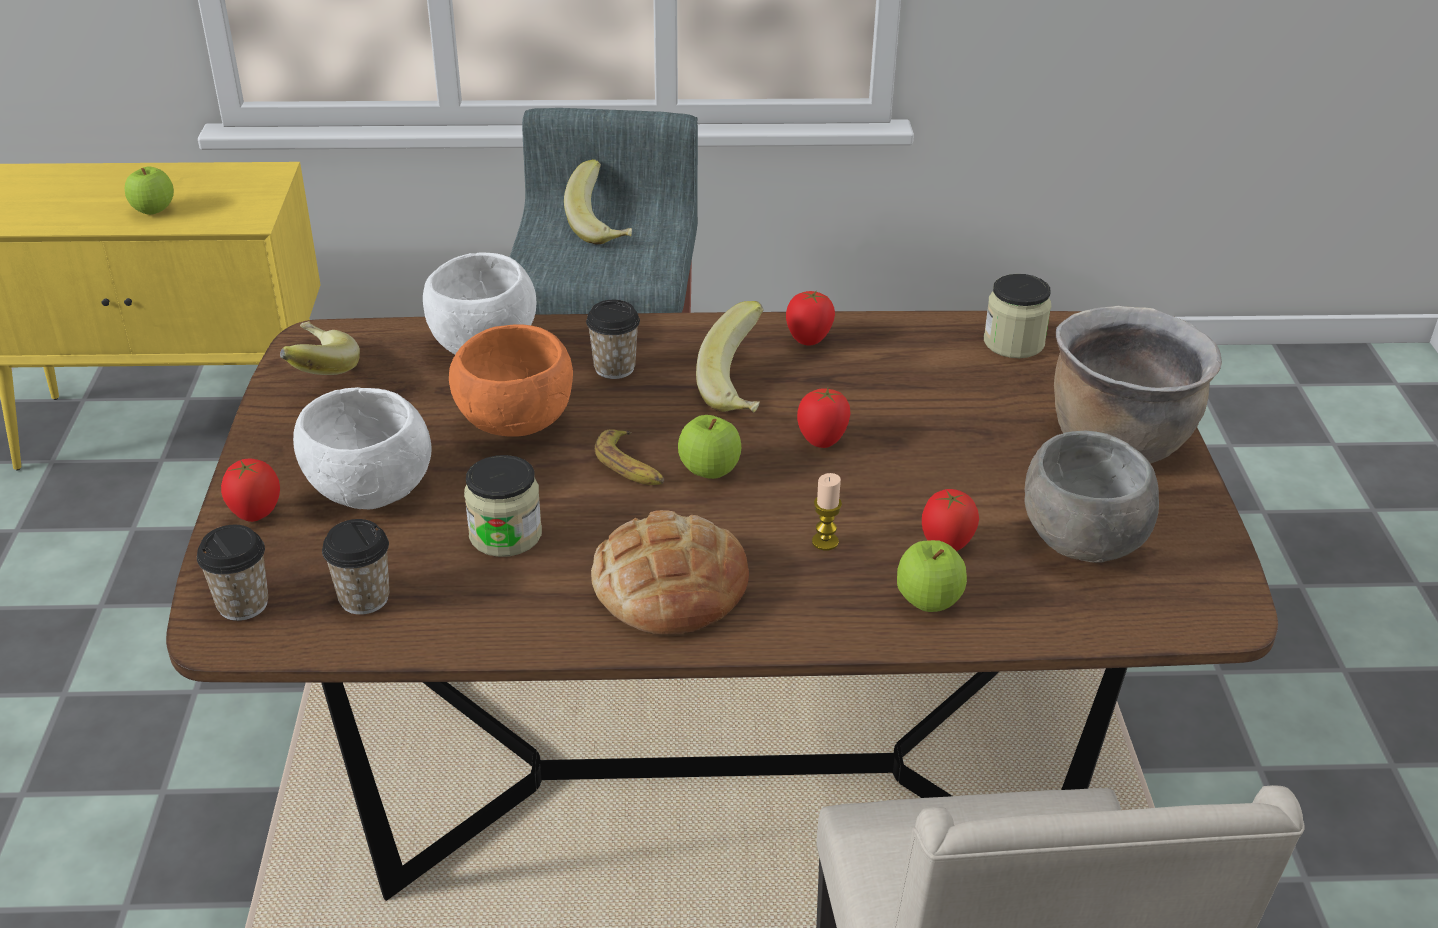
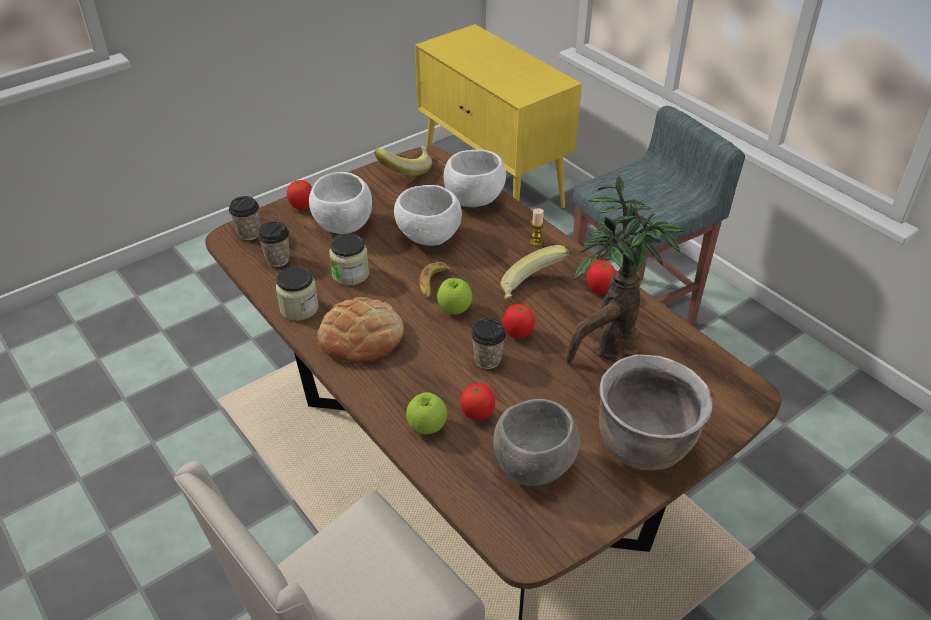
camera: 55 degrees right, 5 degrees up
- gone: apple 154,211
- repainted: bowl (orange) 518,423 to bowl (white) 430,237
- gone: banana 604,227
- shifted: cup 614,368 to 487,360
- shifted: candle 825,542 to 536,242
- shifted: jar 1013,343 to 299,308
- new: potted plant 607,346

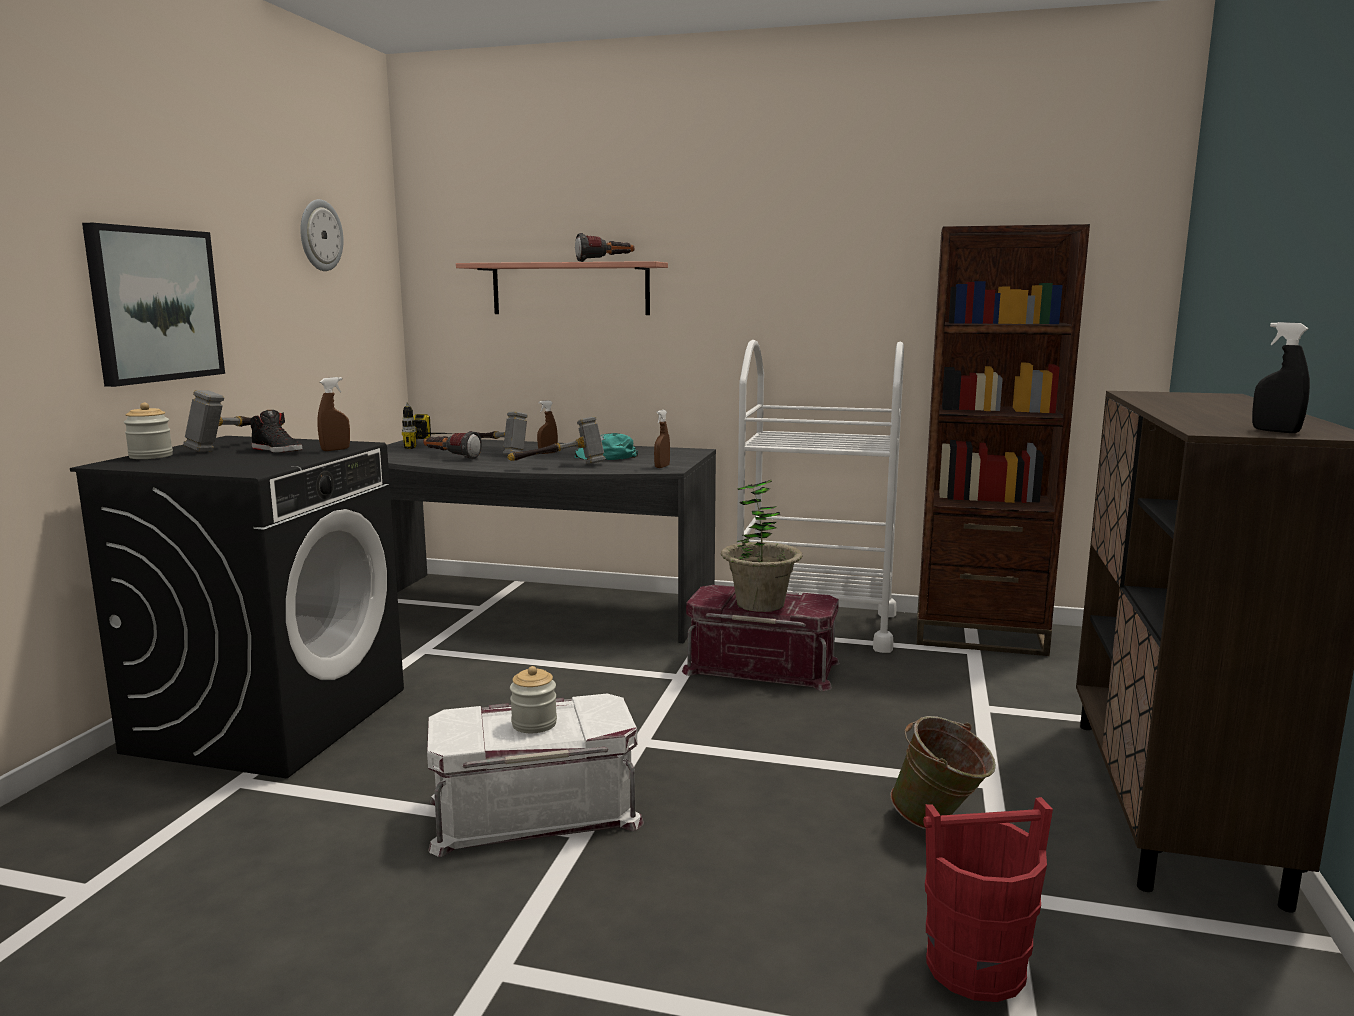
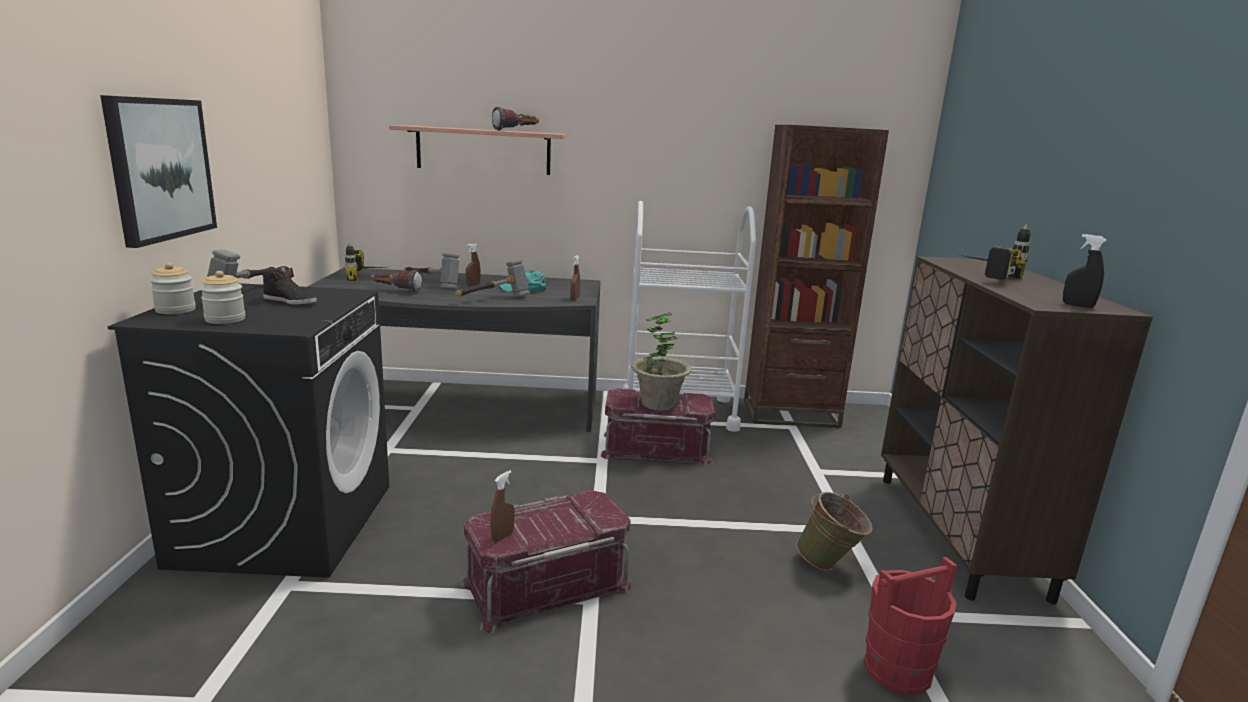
camera: 15 degrees left, 5 degrees up
- gone: wall clock 320,235
- shifted: spray bottle (brown) 335,449 to 502,536
- repainted: storage box (white) 534,810 to storage box (red) 546,584
- shifted: jar 534,724 to 225,319
- new: power drill 983,276

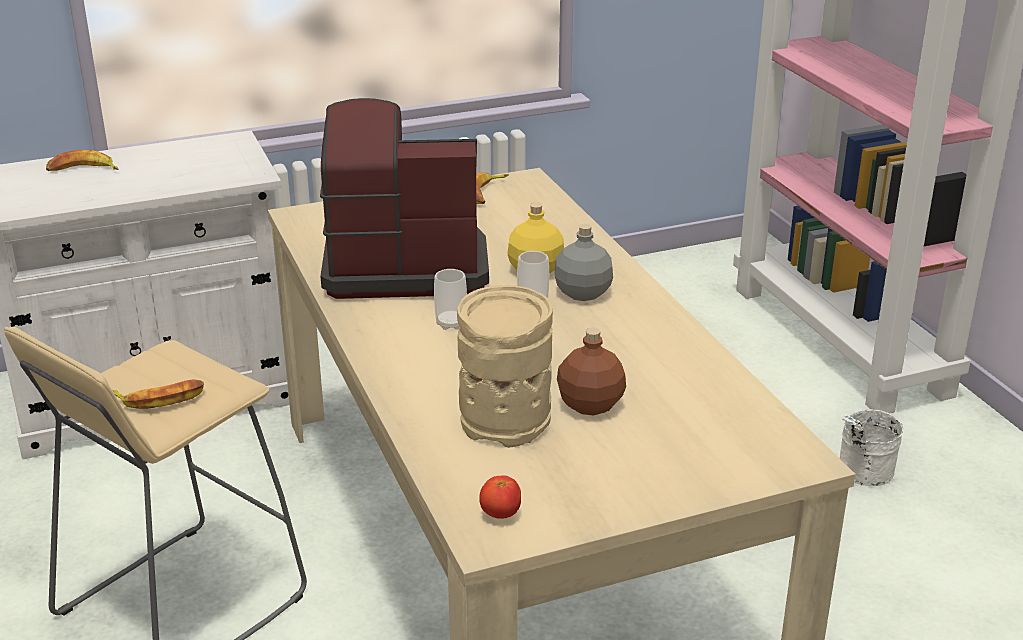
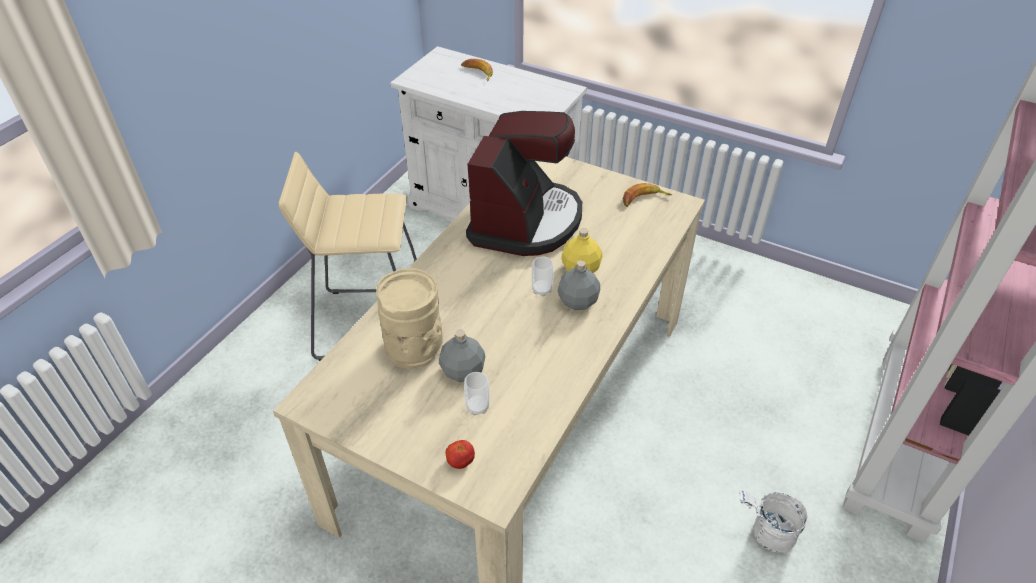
camera: 50 degrees right, 15 degrees up
- gone: banana 160,399
- rotated: coffee machine 404,266 = 525,221 60 degrees clockwise
- shifted: cup 451,323 to 477,407
- shifted: tomato 500,514 to 460,461
- repainted: bottle (brown) 590,405 to bottle (grey) 462,371

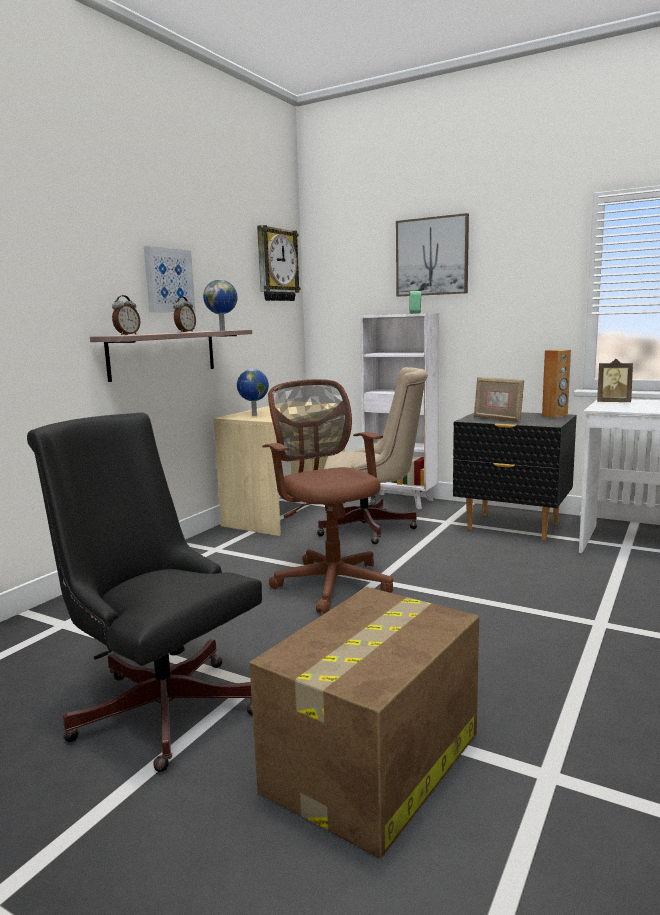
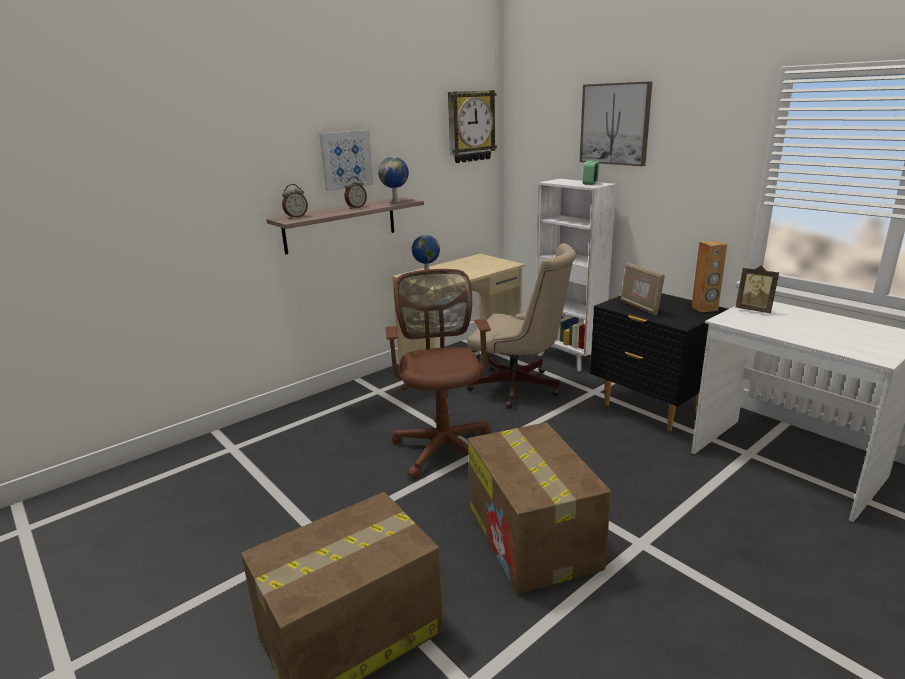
camera: 20 degrees right, 10 degrees up
- gone: office chair (black) 159,704
- new: cardboard box 533,538

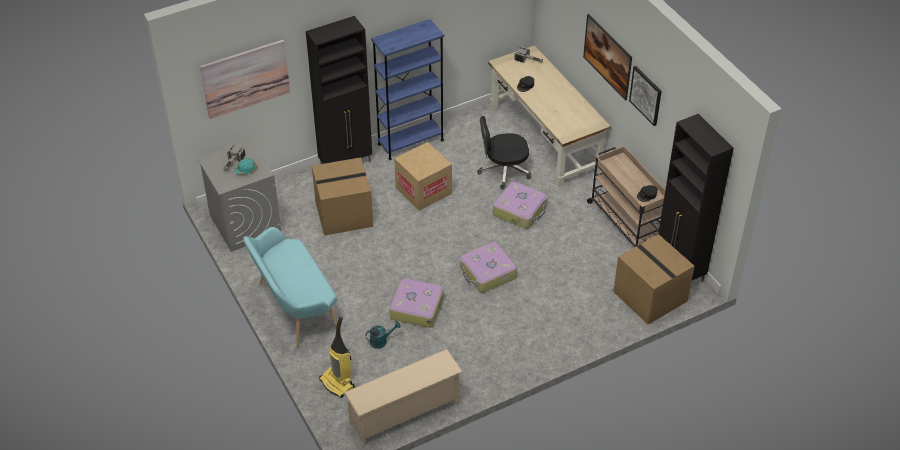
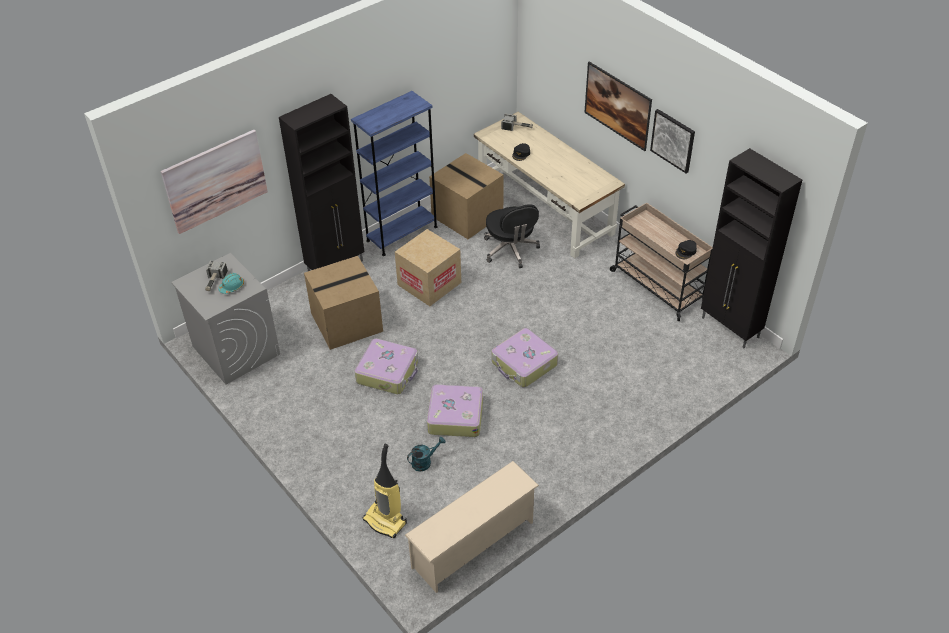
camera: 10 degrees left, 0 degrees up
- gone: bench (turquoise) 294,309
- rotated: office chair (black) 503,171 = 510,250 90 degrees counterclockwise
- shifted: suitcase 520,210 to 388,372
- shifted: cardboard box 649,296 to 466,215

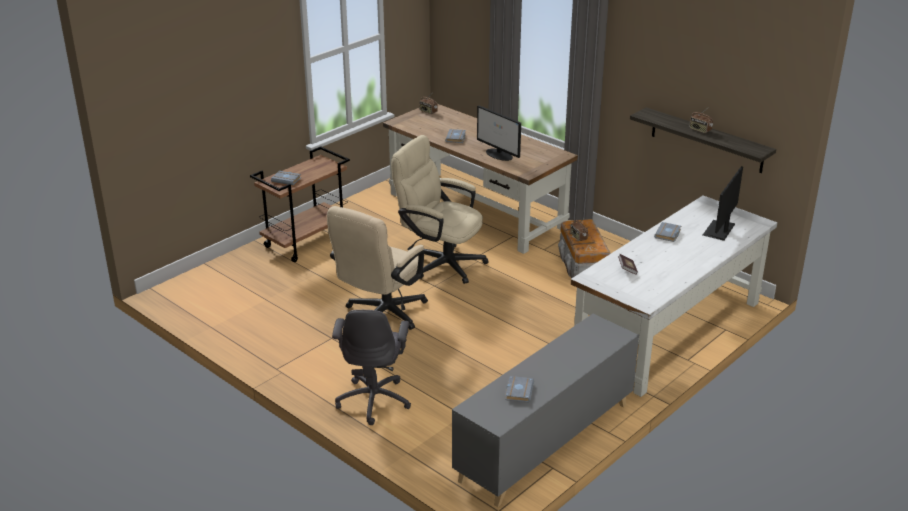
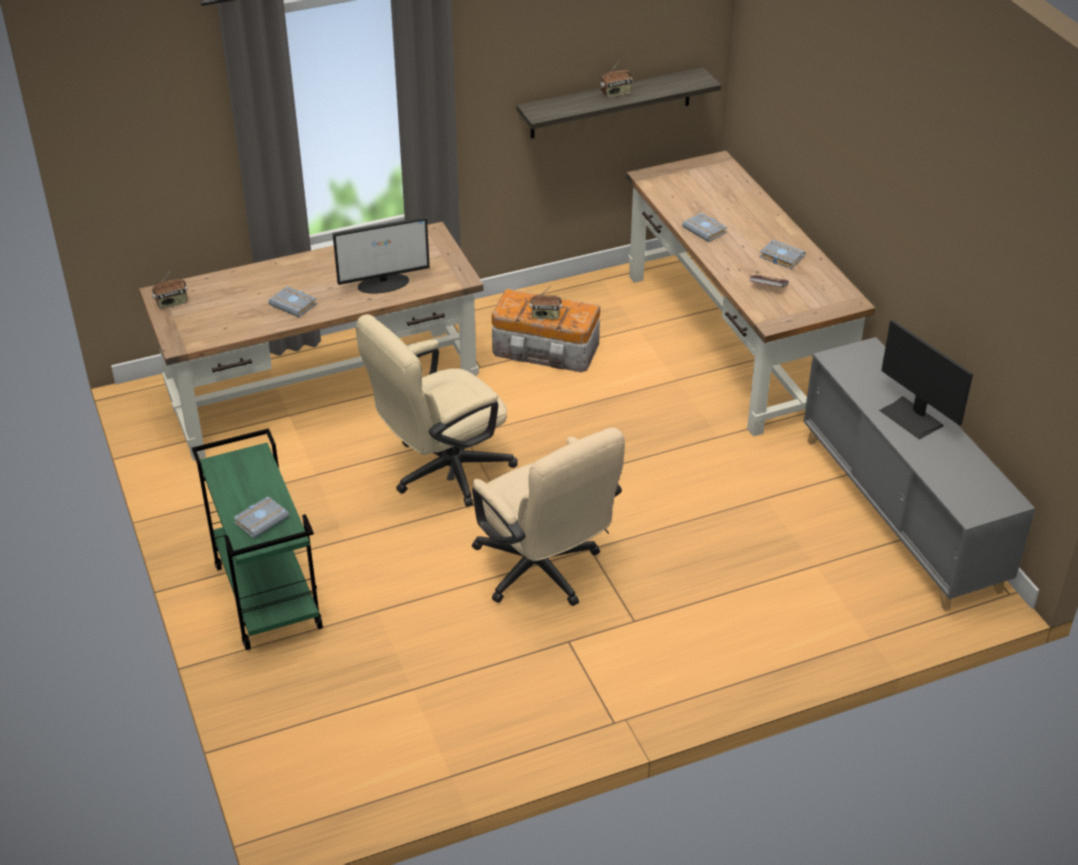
camera: 65 degrees left, 10 degrees up
- repainted: cart (brown) 306,241 to cart (green) 266,596
- gone: office chair (grey) 374,400
- shifted: book (grey) 518,391 to 780,257
- repainted: desk (white) 668,332 to desk (brown) 735,340
- shifted: monitor 719,230 to 912,418

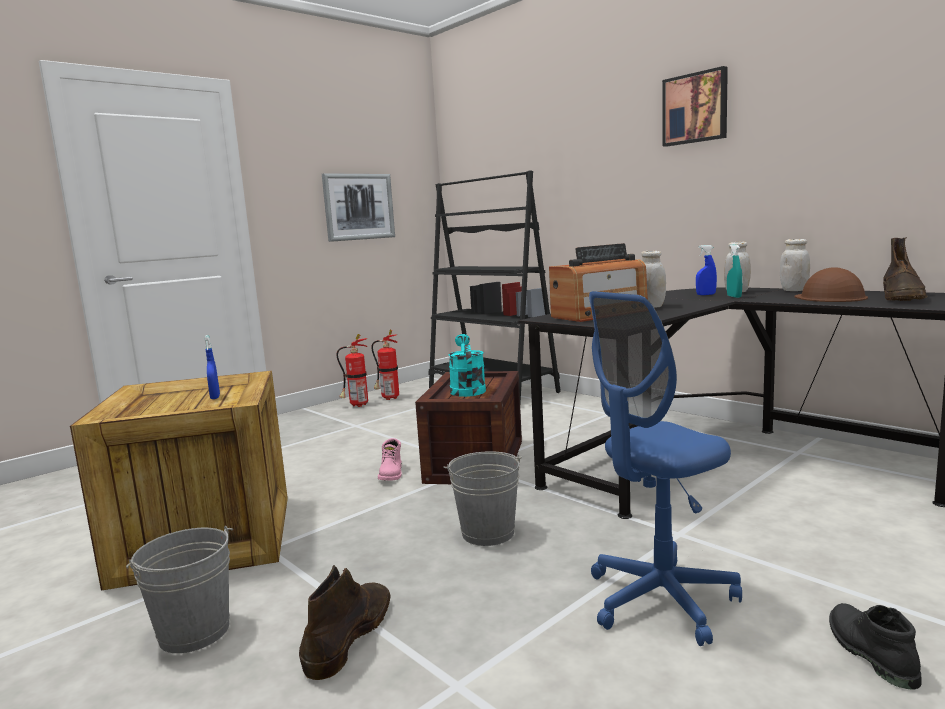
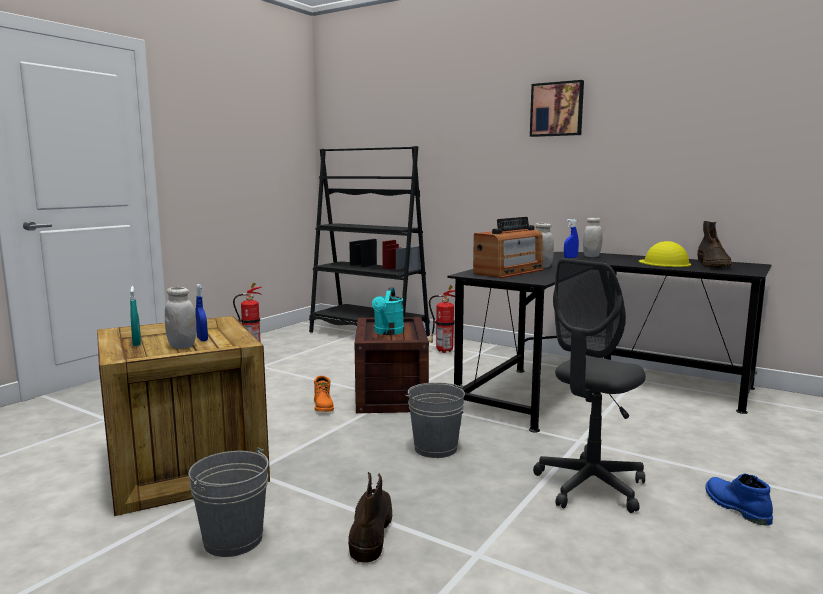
camera: 15 degrees left, 0 degrees up
- gone: picture 359,207
- shifted: fire extinguisher 388,398 to 442,351
- repainted: boot (pink) 392,474 to boot (orange) 323,406
- rotated: watering can (turquoise) 467,389 = 388,332 150 degrees counterclockwise
- repainted: office chair (blue) 660,601 to office chair (grey) 590,486
- shifted: spray bottle (turquoise) 734,296 to 137,344
- shifted: jar (white) 794,290 to 182,346
- repainted: hard hat (brown) 830,297 to hard hat (yellow) 664,263
- repainted: boot (black) 869,653 to boot (blue) 735,507

